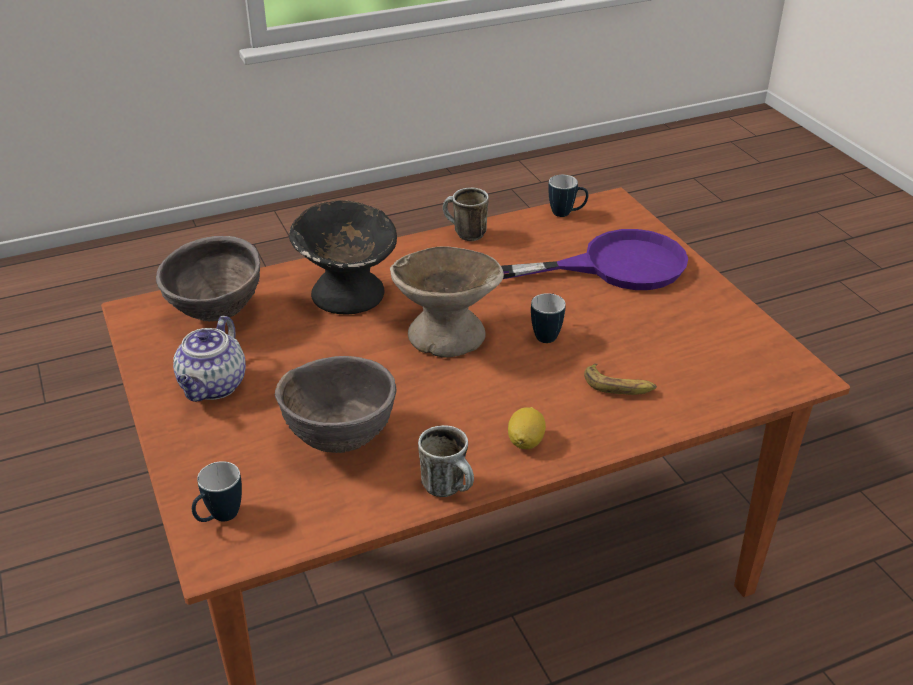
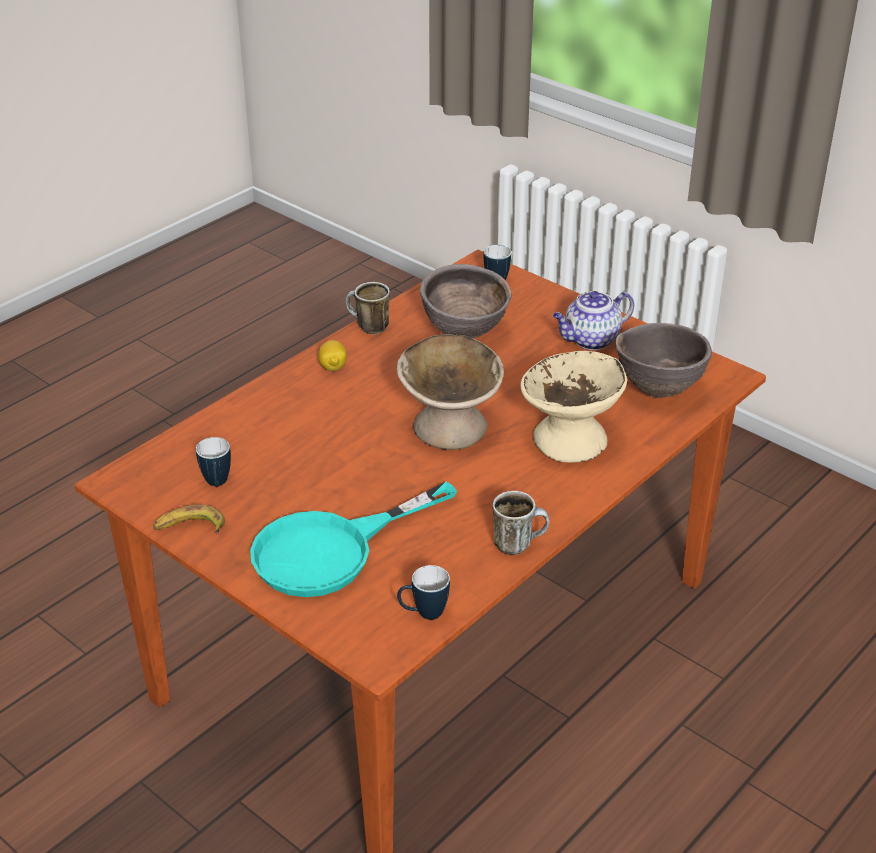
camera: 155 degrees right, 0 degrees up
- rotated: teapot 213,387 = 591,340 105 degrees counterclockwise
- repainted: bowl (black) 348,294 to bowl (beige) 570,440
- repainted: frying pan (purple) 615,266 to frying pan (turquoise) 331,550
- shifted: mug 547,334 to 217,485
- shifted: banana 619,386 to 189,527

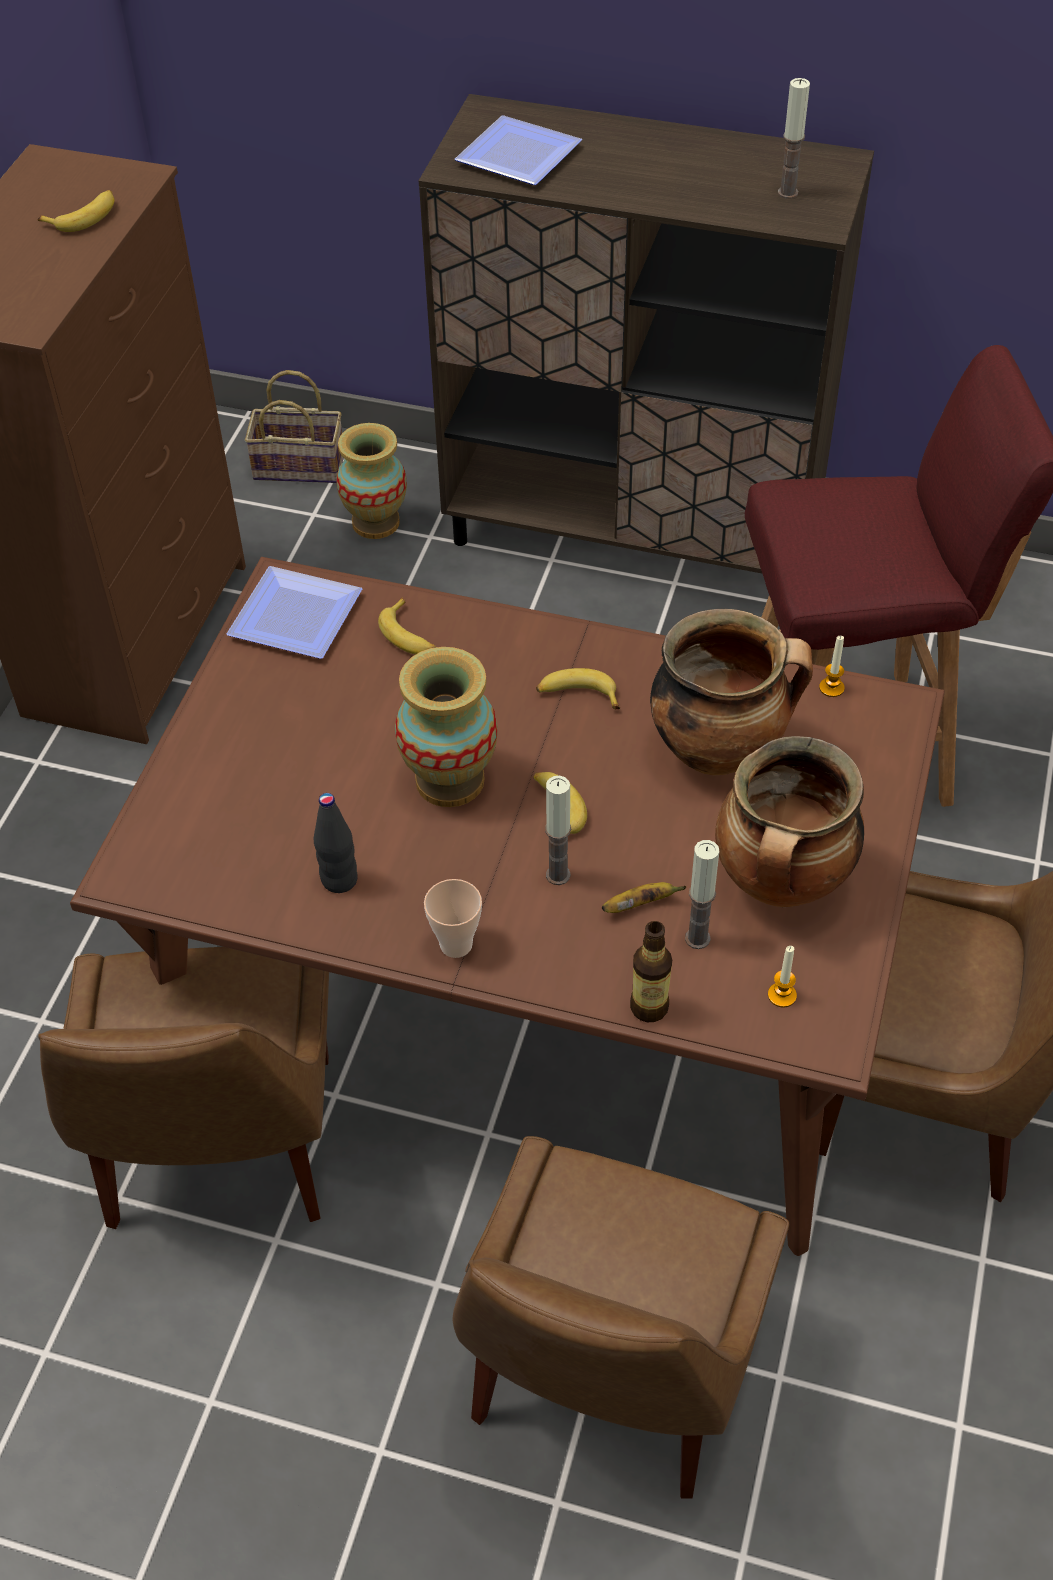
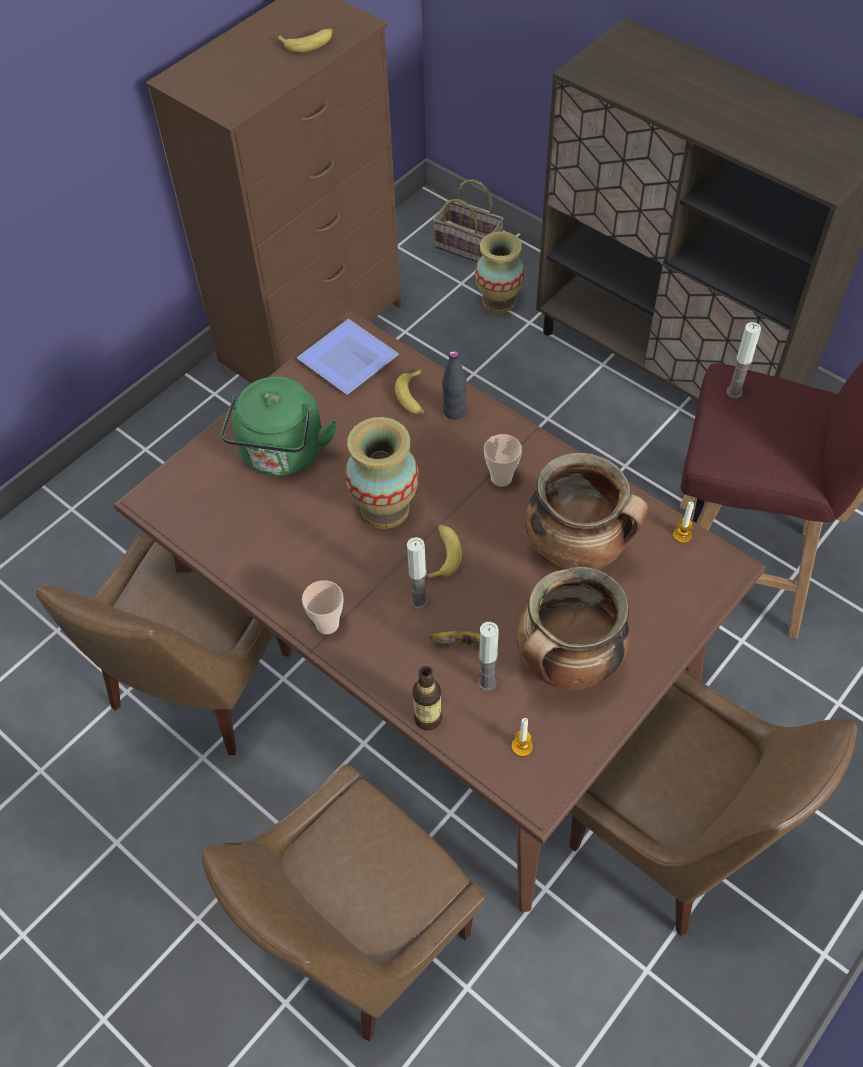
camera: 25 degrees right, 5 degrees up
- shifted: bottle (black) 339,880 to 454,411
- gone: plate 523,155
- swapped: banana 577,695 to cup 501,478
- shifted: candle 787,192 to 734,392
- new: kettle (green) 282,455

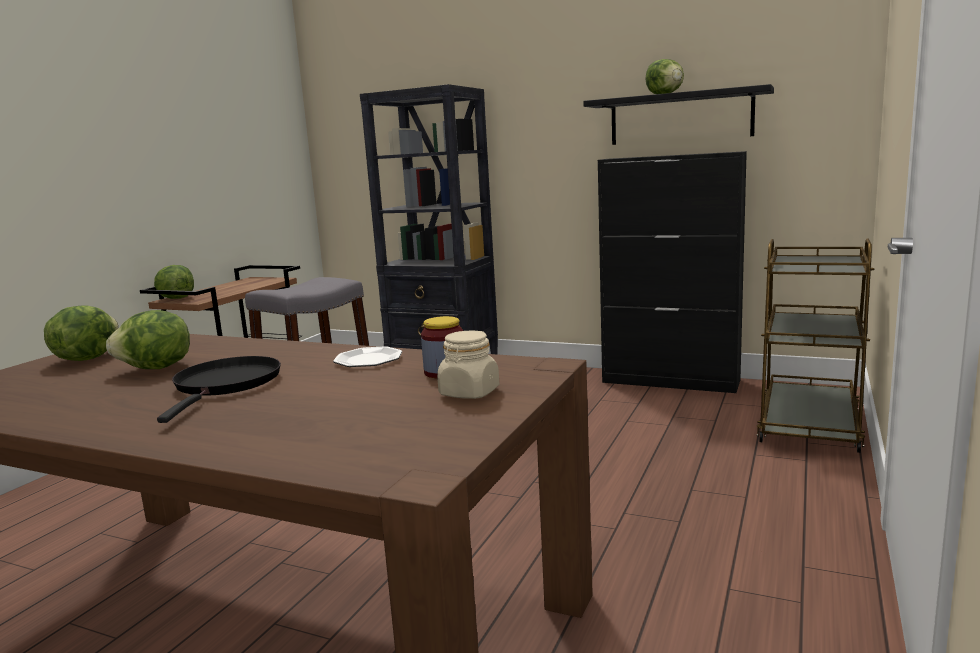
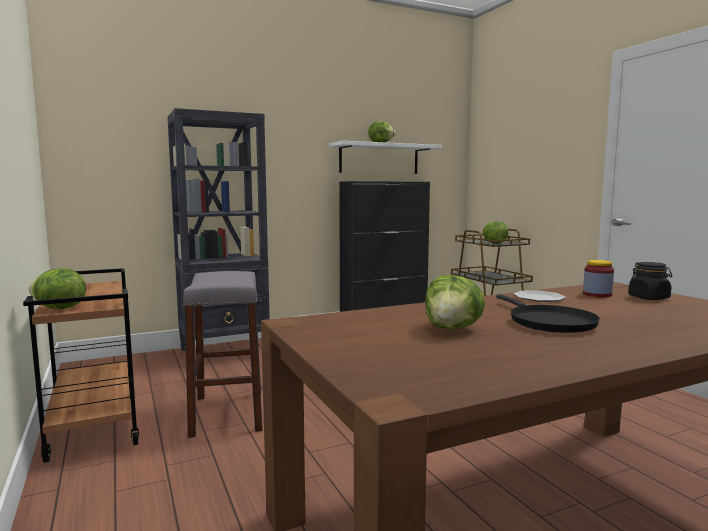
camera: 50 degrees left, 5 degrees down
- shifted: lettuce 86,358 to 494,243
- rotated: frying pan (black) 226,385 = 548,322 150 degrees counterclockwise
- repainted: jar (beige) 469,393 to jar (black) 649,298
- repainted: shelf (black) 680,118 to shelf (white) 379,159

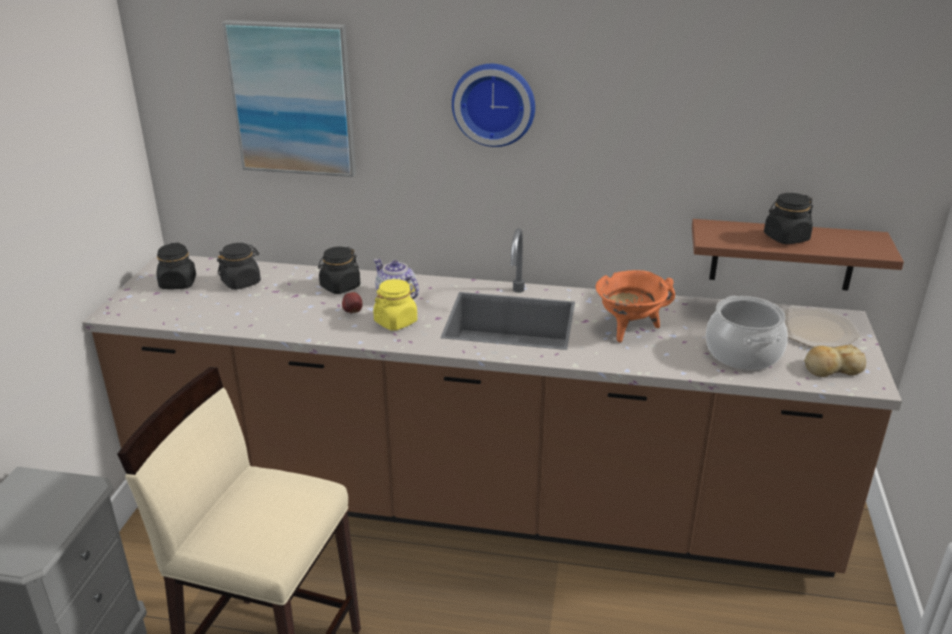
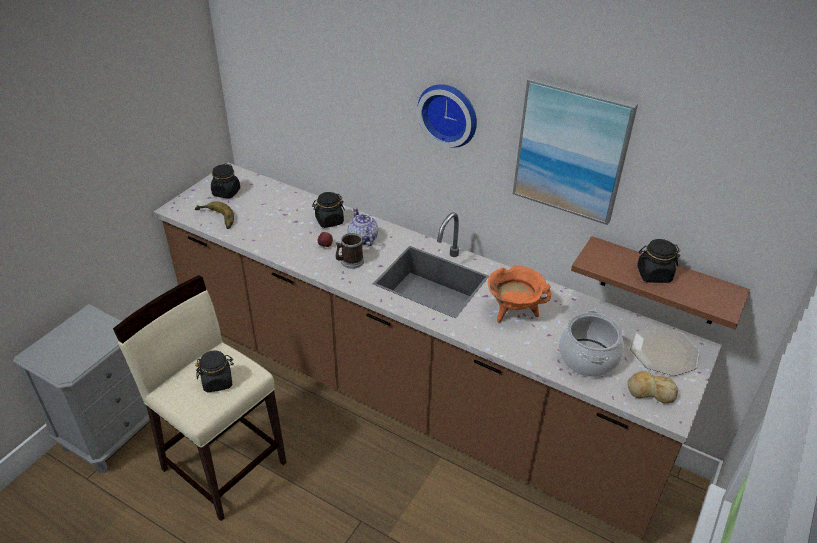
camera: 20 degrees right, 10 degrees up
- shifted: jar (black) 241,282 to 217,381
- shifted: picture 293,99 to 571,150
- swapped: jar (yellow) 396,322 to mug 349,262
- new: banana 215,219

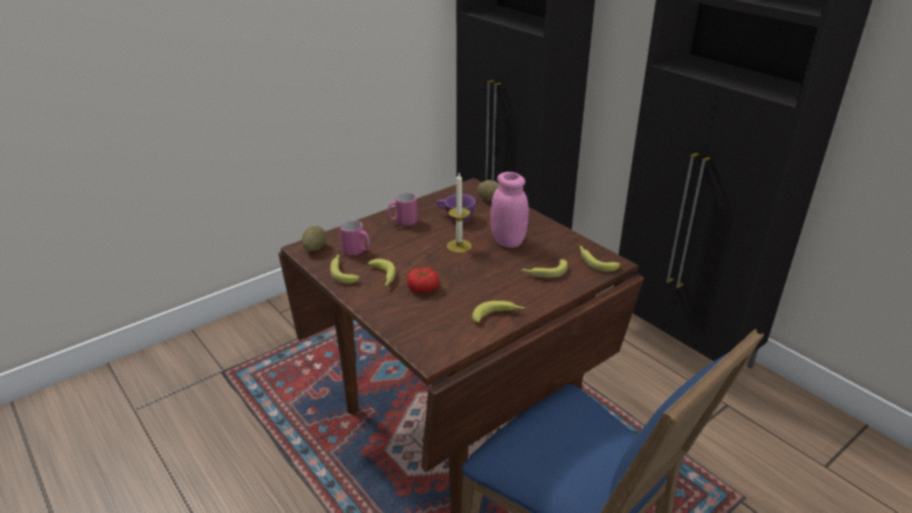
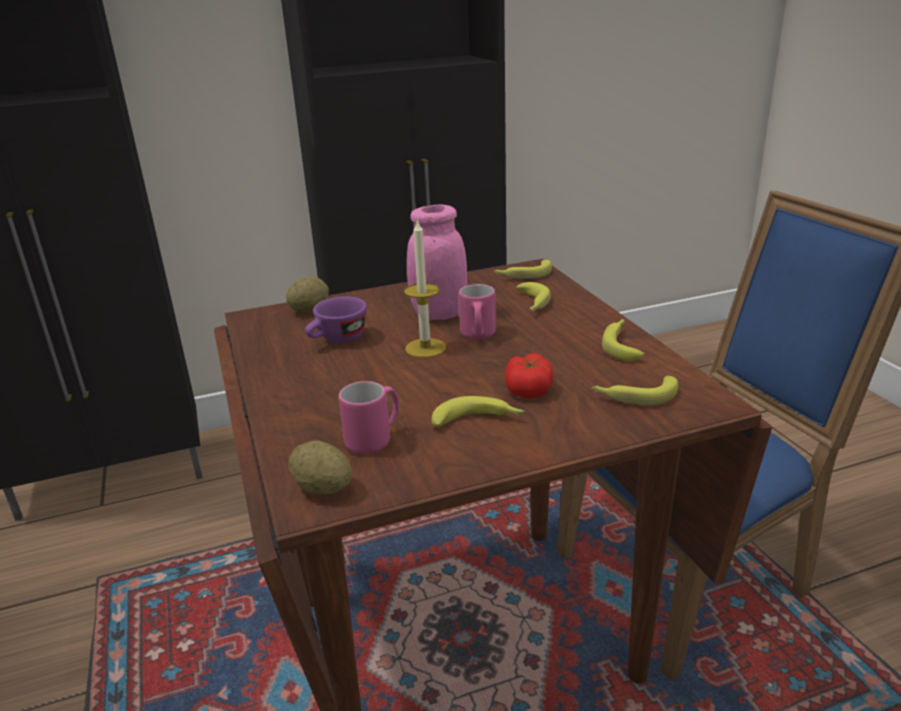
camera: 70 degrees left, 5 degrees down
- shifted: banana 343,272 to 634,396
- shifted: mug (pink) 403,222 to 478,336

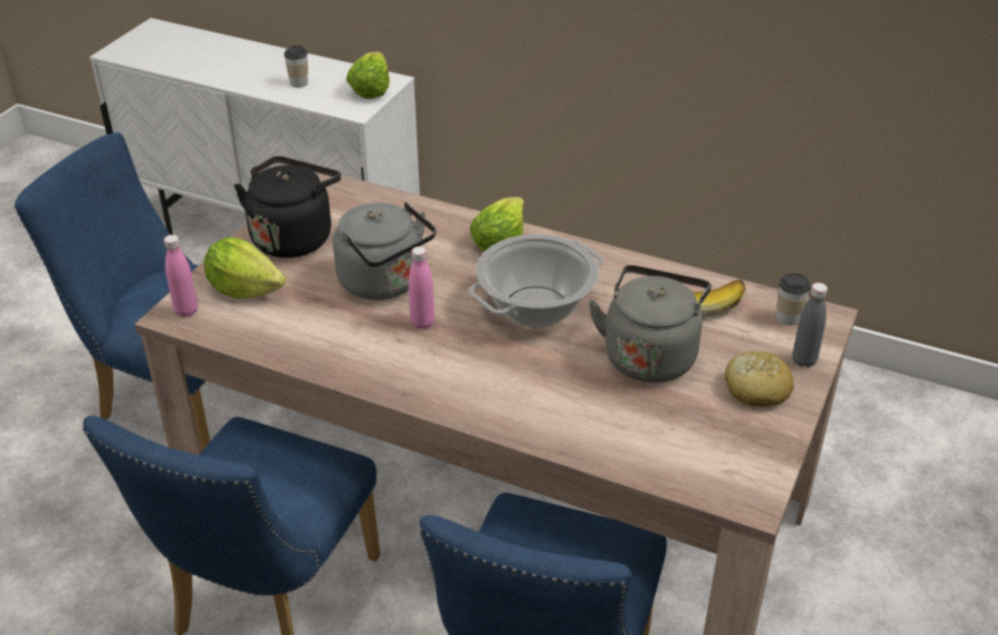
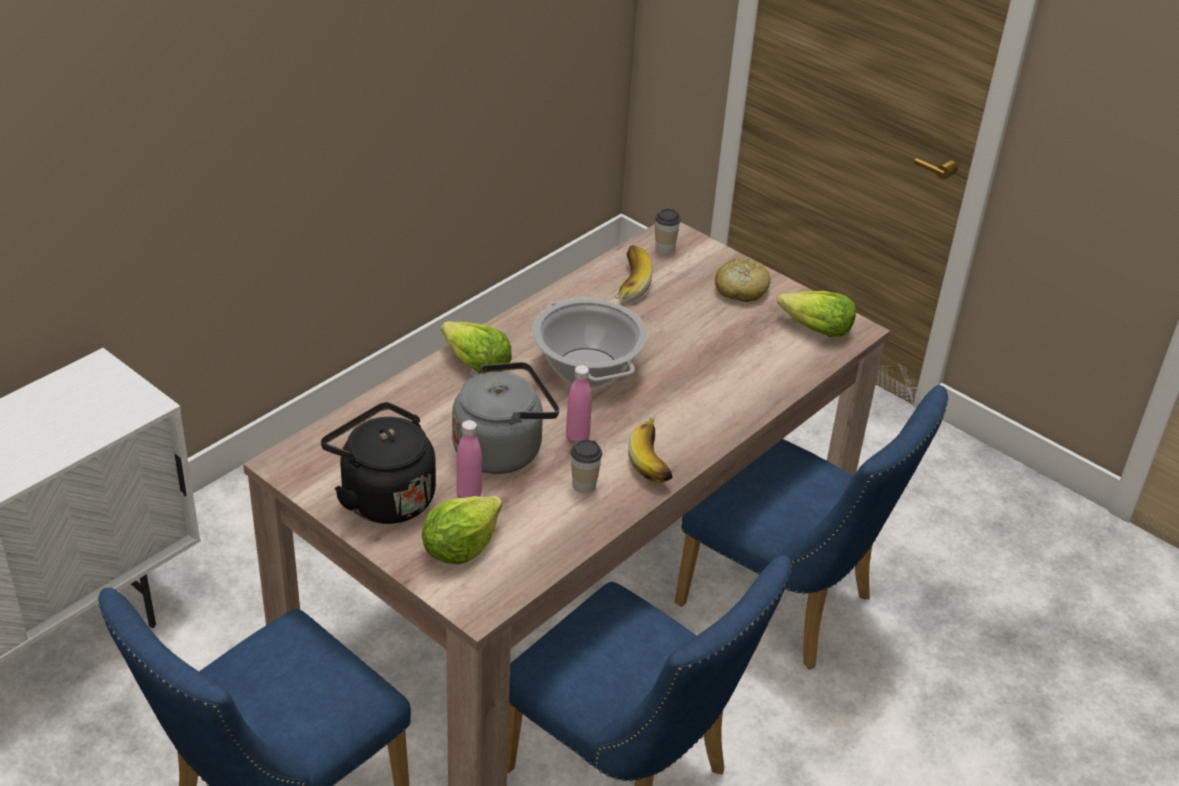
camera: 75 degrees left, 0 degrees up
- shifted: bottle (pink) 186,311 to 469,495
- shifted: cup 299,83 to 584,485
- shifted: lettuce 371,89 to 816,329
- gone: kettle (grey) 650,355
- gone: bottle (grey) 804,361
- new: banana 656,461

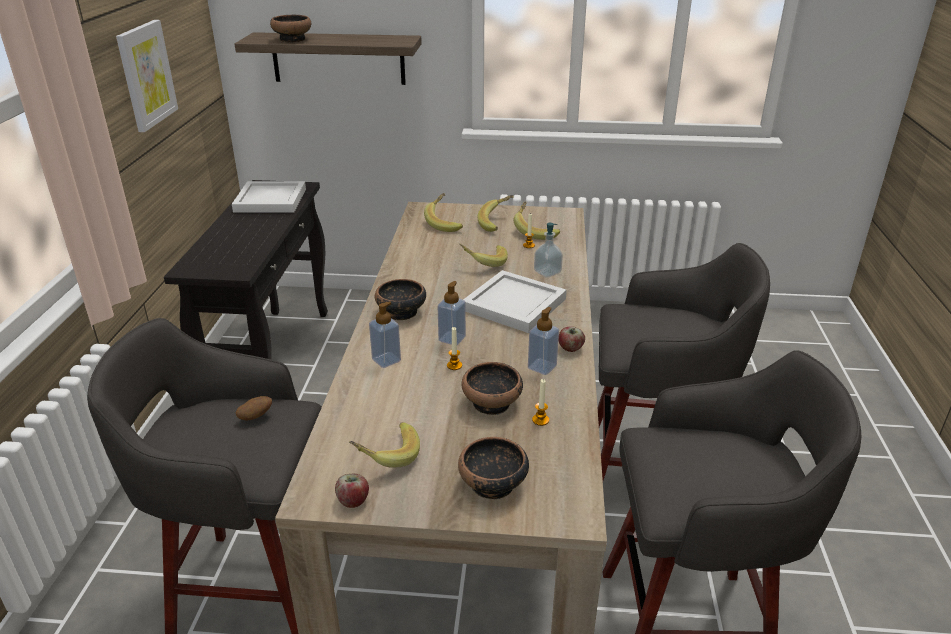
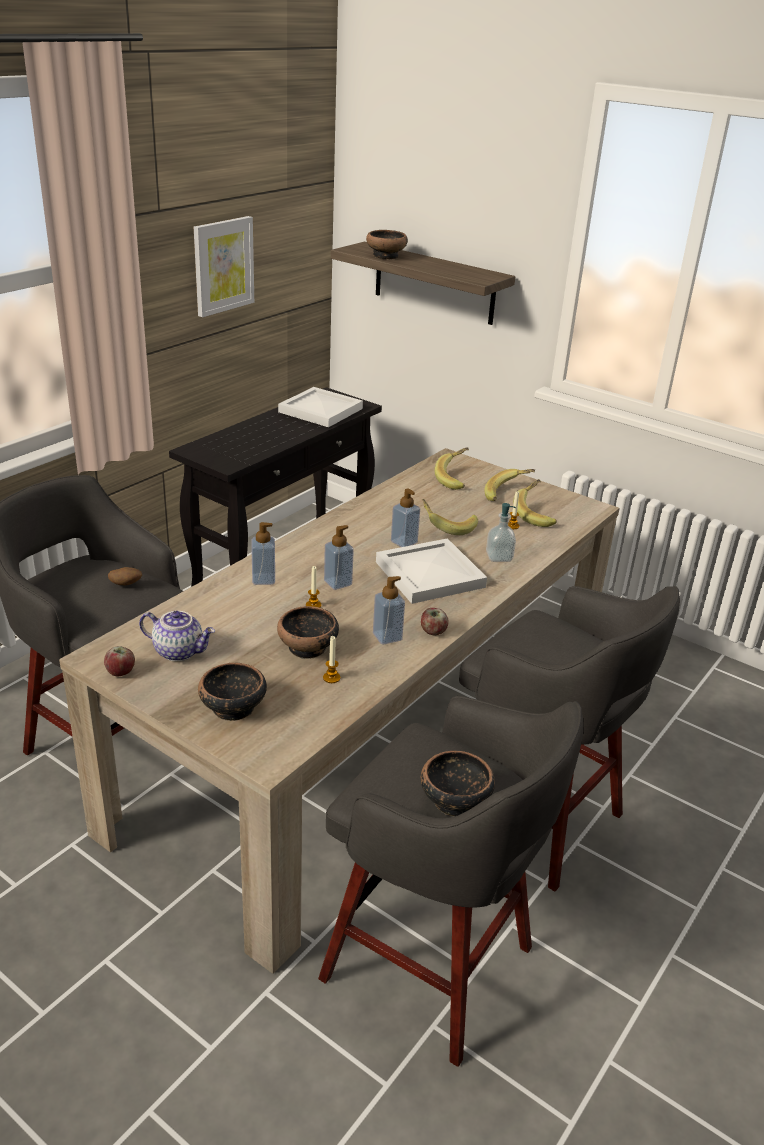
camera: 30 degrees right, 0 degrees up
- swapped: banana 386,456 to teapot 179,651
- shifted: bowl 401,312 to 454,801
- new: soap dispenser 404,542

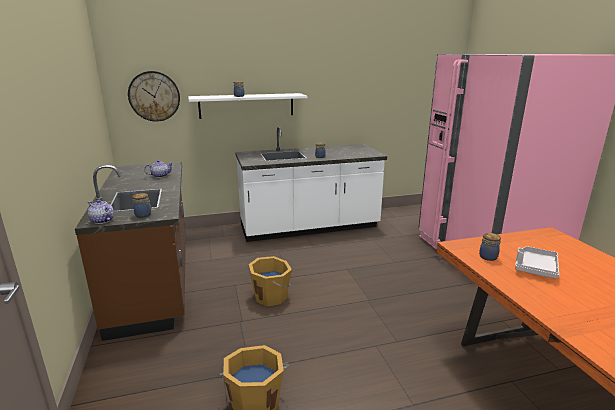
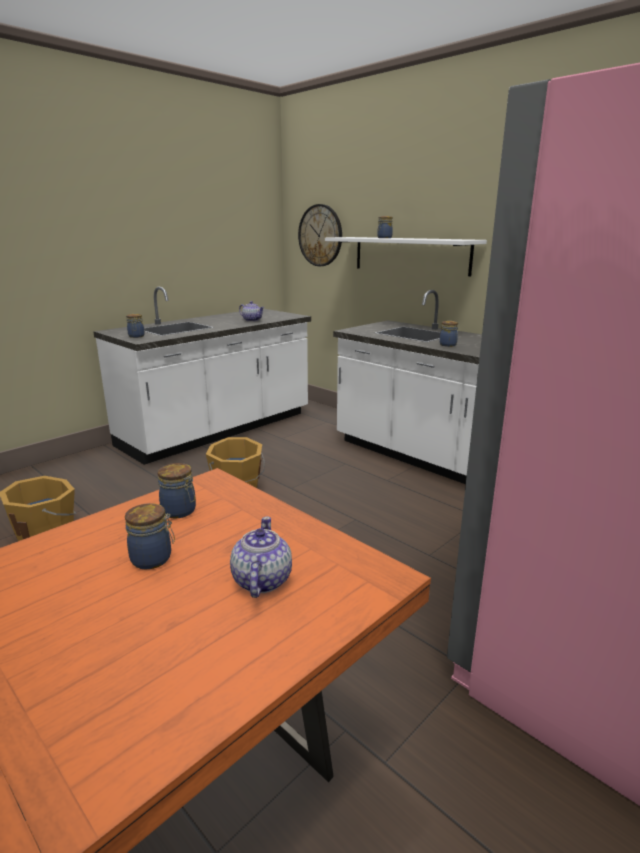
camera: 60 degrees right, 0 degrees up
- repainted: counter (brown) 155,280 to counter (white) 218,430
- shifted: teapot 102,221 to 261,581
- swapped: tray (grey) 535,268 to jar 153,559

